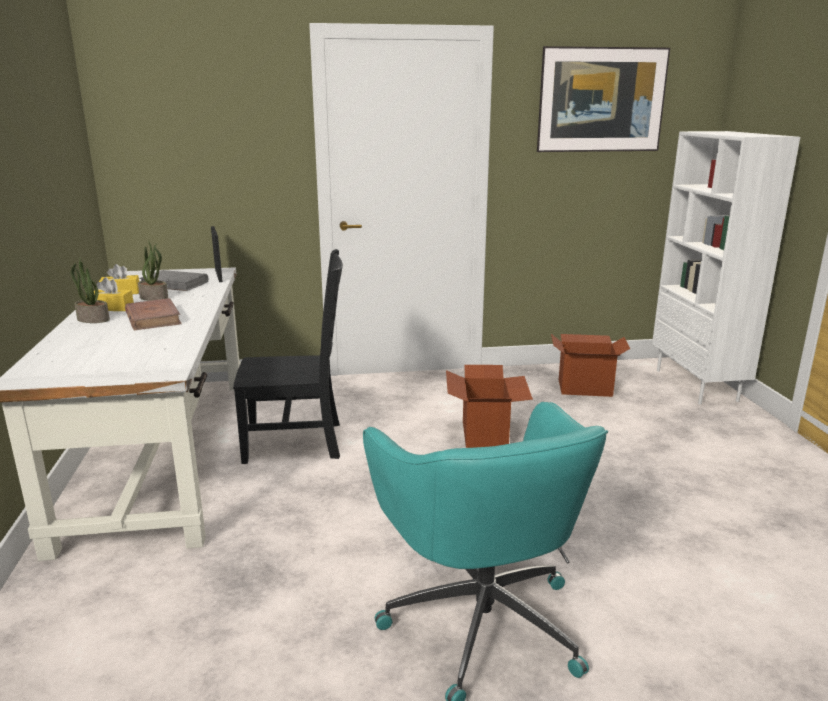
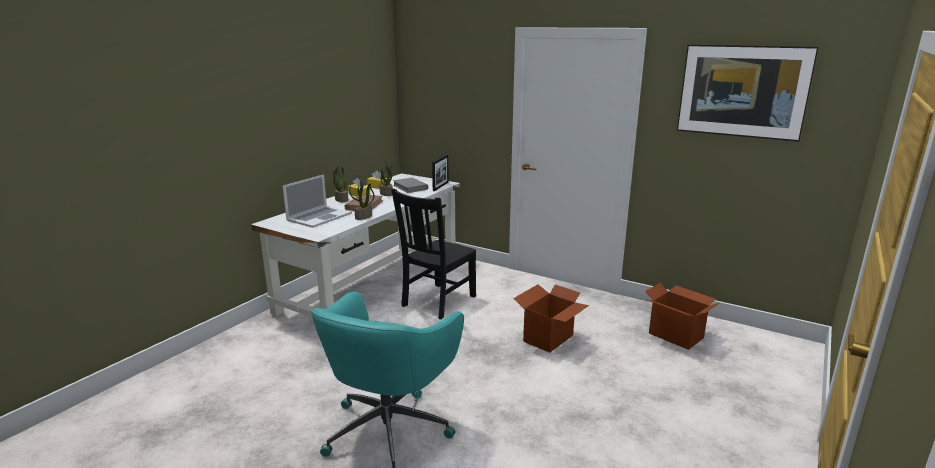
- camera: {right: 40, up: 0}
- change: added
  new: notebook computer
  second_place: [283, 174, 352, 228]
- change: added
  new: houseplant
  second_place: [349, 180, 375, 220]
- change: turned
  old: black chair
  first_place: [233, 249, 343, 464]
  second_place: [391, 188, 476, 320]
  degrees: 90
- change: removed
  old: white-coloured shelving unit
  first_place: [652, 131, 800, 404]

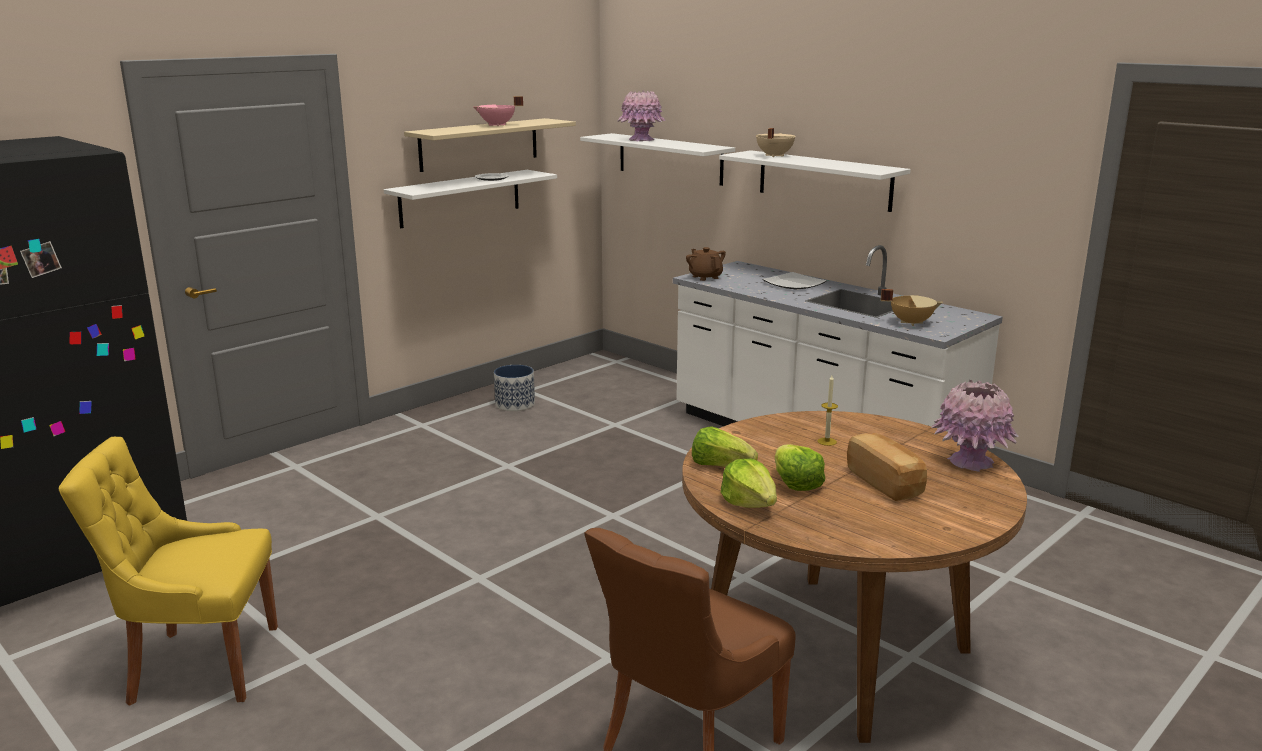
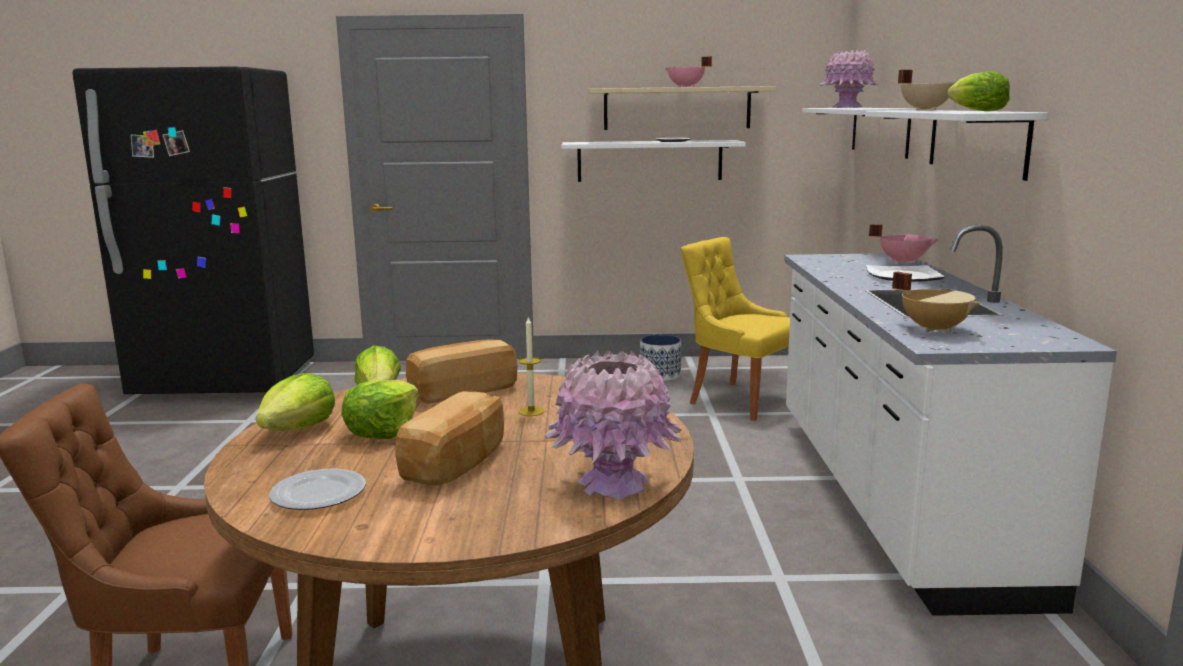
- camera: {right: 45, up: -5}
- change: added
  new: dinner plate
  second_place: [269, 468, 366, 510]
- change: added
  new: baked bread
  second_place: [406, 340, 518, 404]
- change: moved
  old: yellowish chair
  first_place: [59, 437, 278, 705]
  second_place: [681, 237, 790, 421]
- change: added
  new: pink-coloured cooking pot
  second_place: [869, 224, 938, 264]
- change: added
  new: head of lettuce
  second_place: [947, 71, 1010, 111]
- change: removed
  old: brown teapot
  first_place: [686, 247, 726, 281]

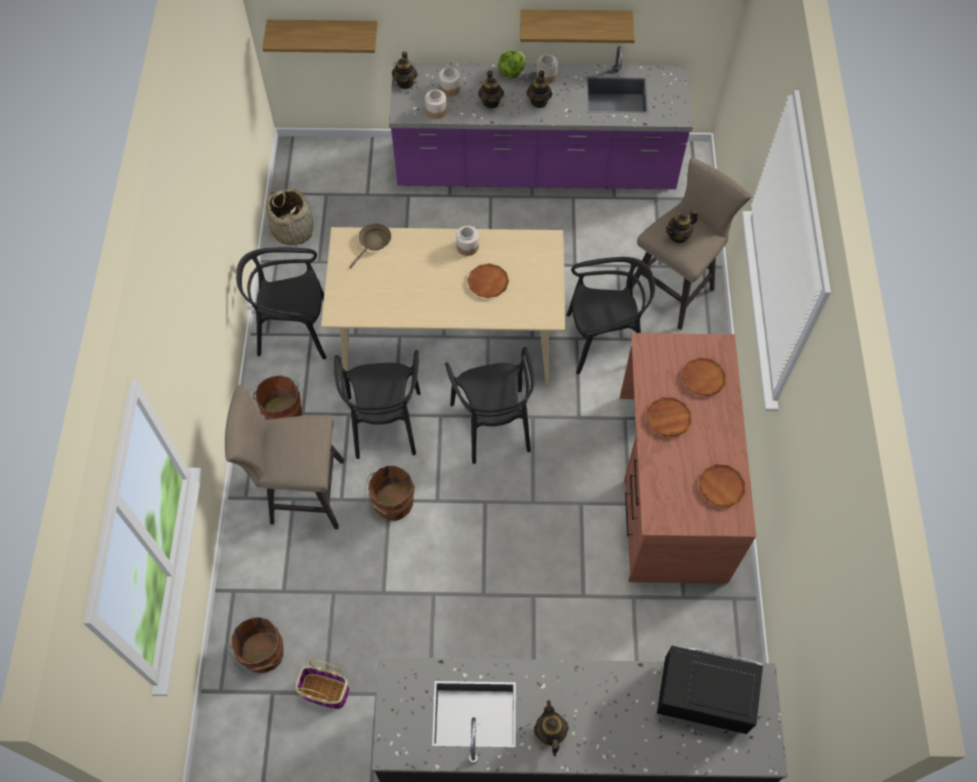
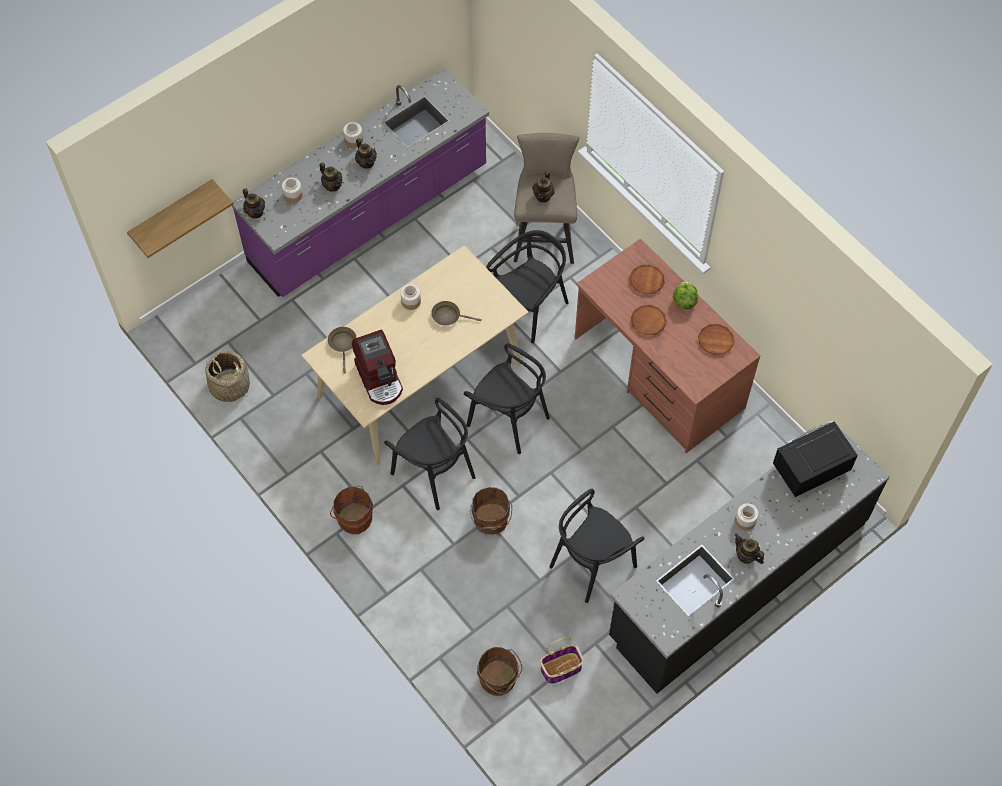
- camera: {right: -40, up: 0}
- change: added
  new: coffee maker
  second_place: [352, 330, 403, 405]
- change: replaced
  old: brown dinner plate
  new: brown skillet
  first_place: [468, 264, 509, 298]
  second_place: [431, 301, 482, 326]
- change: moved
  old: black chair
  first_place: [236, 247, 327, 359]
  second_place: [550, 489, 645, 603]
- change: moved
  old: head of lettuce
  first_place: [498, 51, 525, 78]
  second_place: [673, 281, 698, 309]
- change: moved
  old: preserve jar
  first_place: [425, 89, 447, 119]
  second_place: [735, 503, 759, 530]
- change: removed
  old: sand-coloured stool seat
  first_place: [225, 385, 344, 529]
- change: removed
  old: bracket shelf
  first_place: [520, 9, 635, 43]

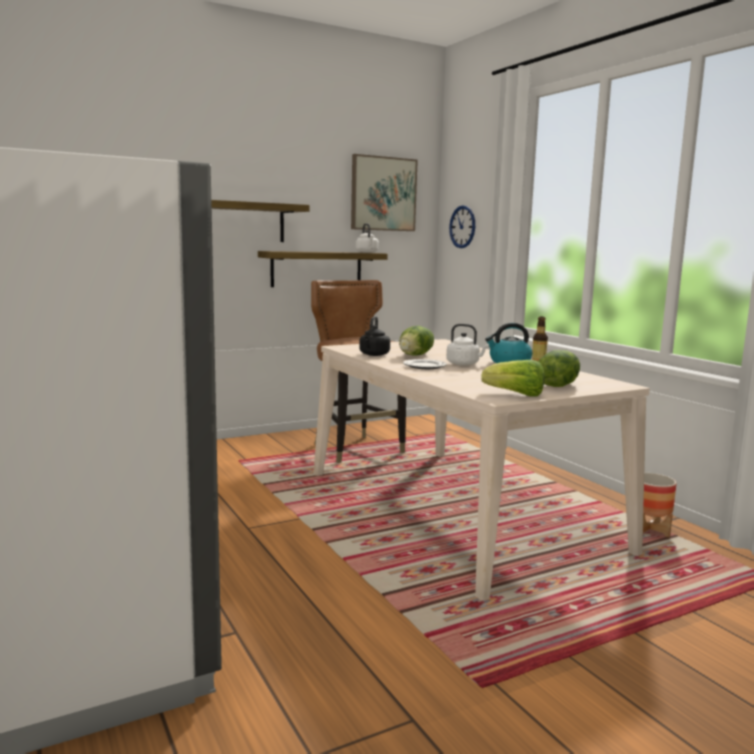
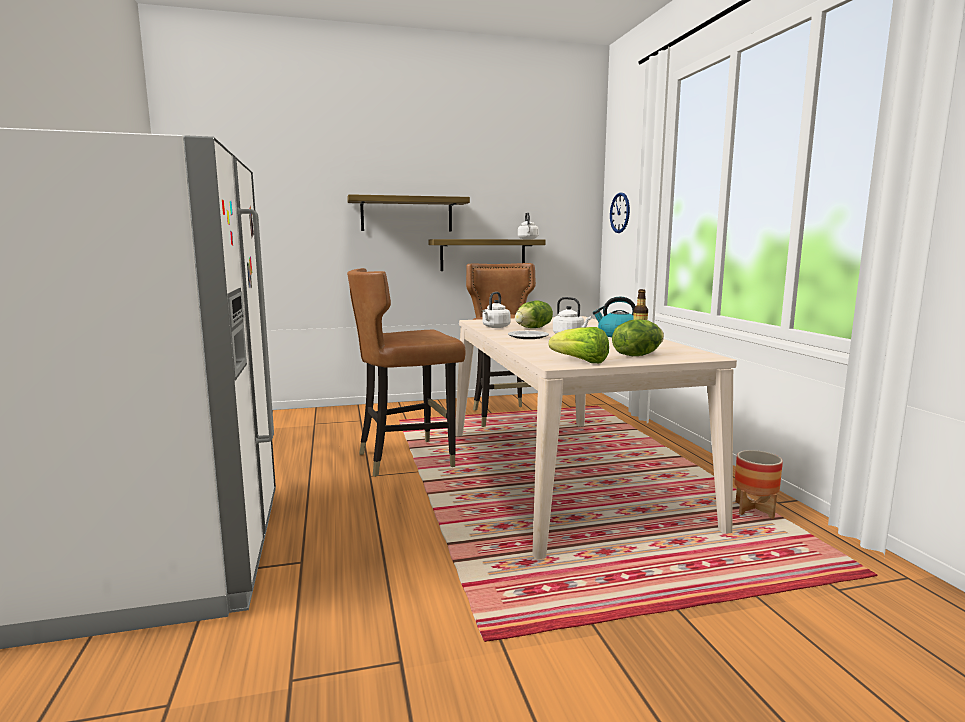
- camera: {right: 15, up: 0}
- change: added
  new: brown chair
  second_place: [347, 268, 466, 477]
- change: recoloured
  old: black kettle
  new: white-coloured kettle
  first_place: [359, 316, 390, 356]
  second_place: [482, 292, 511, 328]
- change: removed
  old: picture
  first_place: [351, 154, 418, 231]

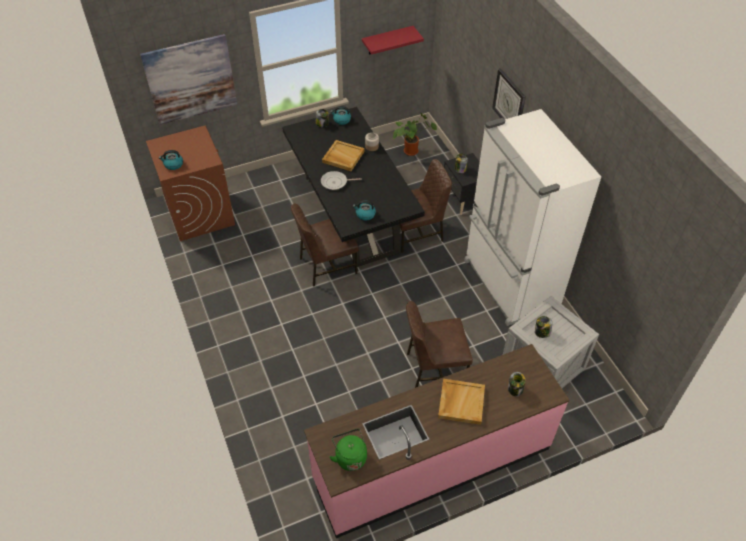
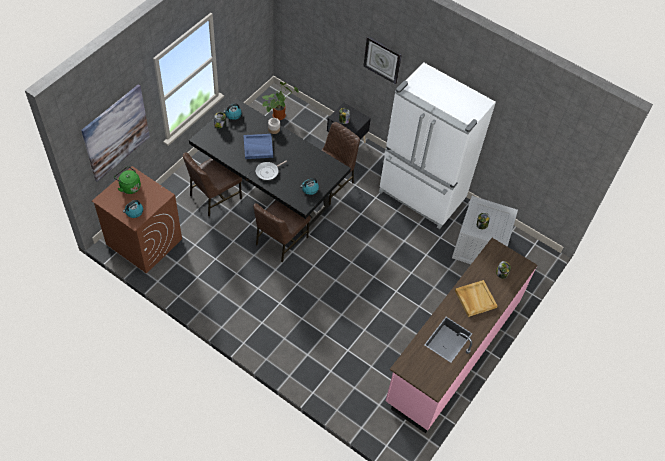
- camera: {right: -35, up: 5}
- change: moved
  old: greenish kettle
  first_place: [330, 429, 367, 471]
  second_place: [114, 166, 141, 194]
- change: moved
  old: brown chair
  first_place: [406, 301, 473, 388]
  second_place: [183, 152, 242, 216]
- change: recoloured
  old: sand-coloured carrying tray
  new: bluish carrying tray
  first_place: [322, 140, 364, 171]
  second_place: [243, 134, 273, 159]
- change: removed
  old: reddish bracket shelf
  first_place: [362, 26, 424, 55]

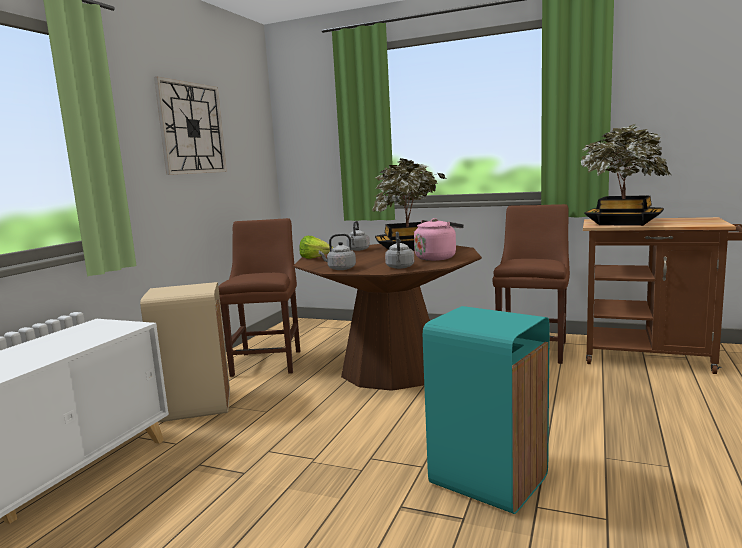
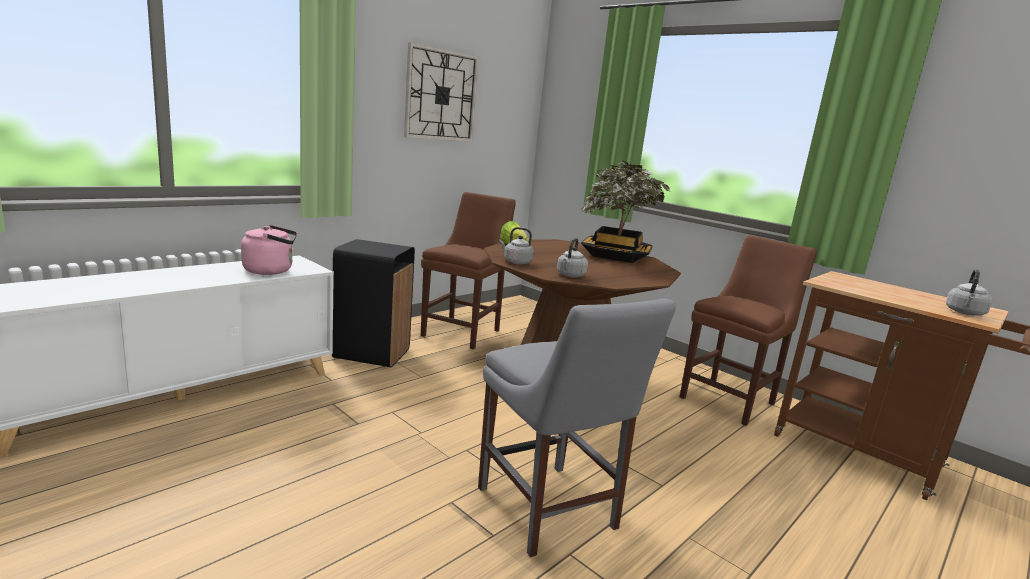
- camera: {right: 20, up: 5}
- change: moved
  old: pink-coloured kettle
  first_place: [414, 218, 464, 261]
  second_place: [241, 225, 297, 275]
- change: recoloured
  old: sand-coloured trash can
  new: black trash can
  first_place: [140, 282, 230, 422]
  second_place: [332, 239, 415, 367]
- change: replaced
  old: turquoise-coloured trash can
  new: grey chair
  first_place: [423, 306, 550, 514]
  second_place: [478, 299, 676, 557]
- change: moved
  old: grey kettle
  first_place: [346, 221, 370, 251]
  second_place: [946, 269, 993, 315]
- change: removed
  old: houseplant
  first_place: [581, 124, 671, 226]

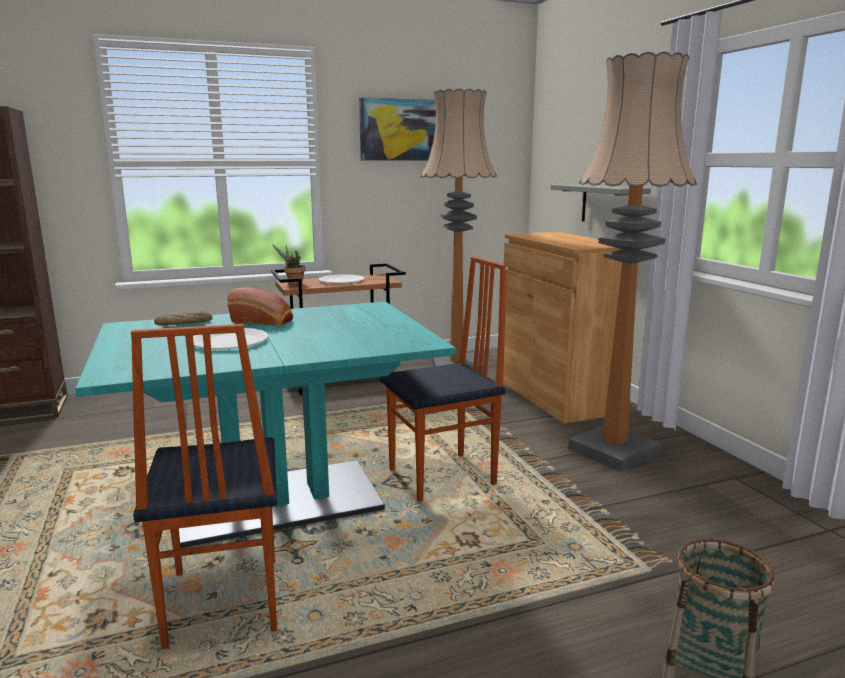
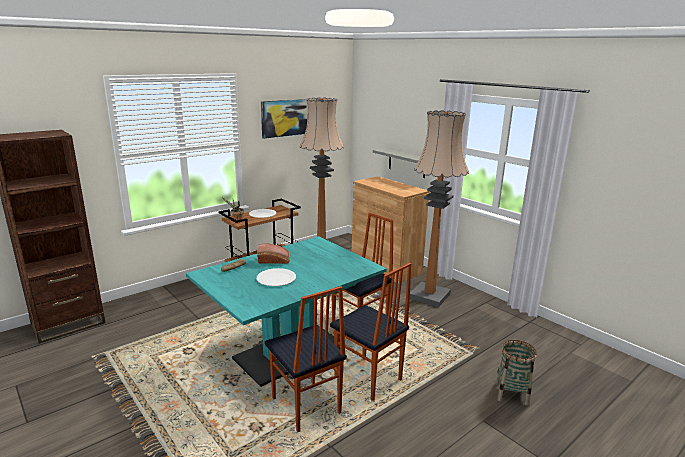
- camera: {right: -20, up: 5}
- change: added
  new: chair
  second_place: [330, 263, 411, 401]

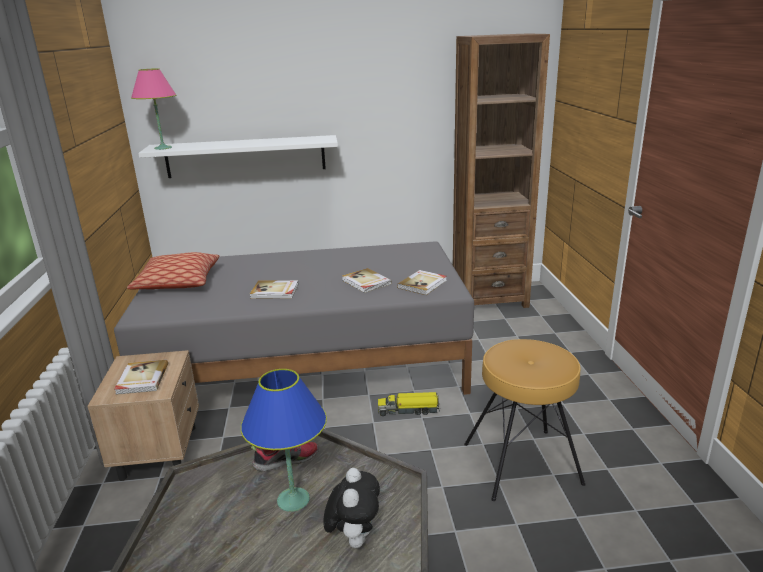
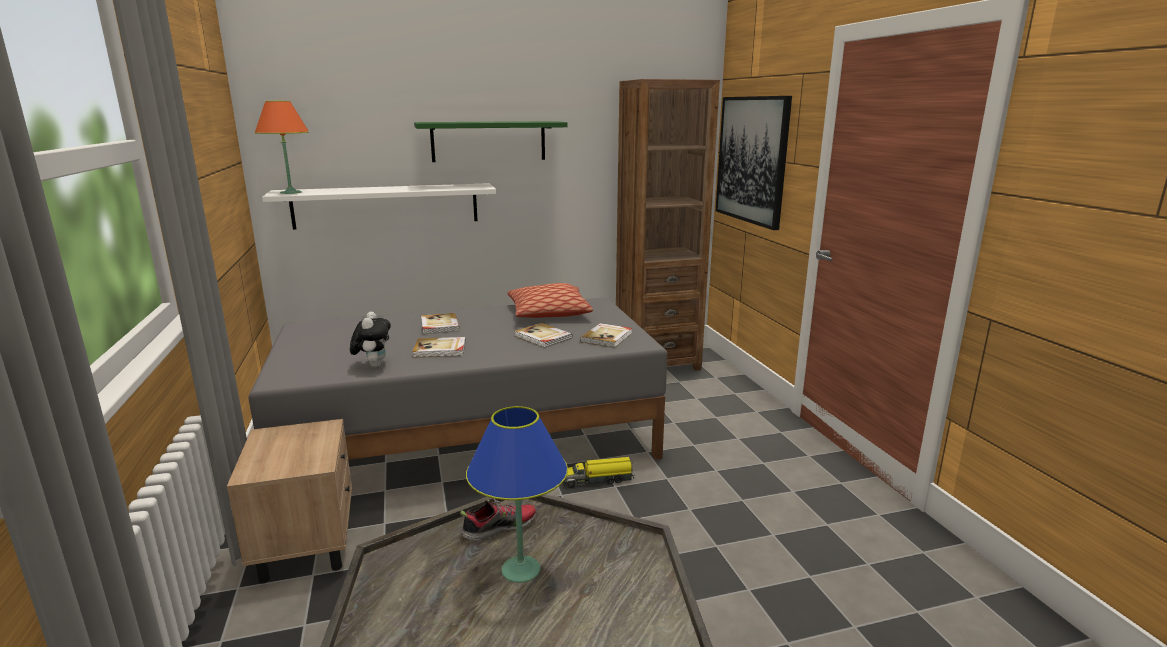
- camera: {right: -10, up: -5}
- change: recoloured
  old: pink-coloured tabletop lamp
  new: orange-coloured tabletop lamp
  first_place: [131, 68, 176, 150]
  second_place: [254, 101, 309, 194]
- change: moved
  old: soft toy
  first_place: [323, 468, 380, 548]
  second_place: [350, 311, 391, 368]
- change: added
  new: greenish bracket shelf
  second_place: [414, 121, 568, 162]
- change: moved
  old: book
  first_place: [114, 360, 168, 395]
  second_place: [421, 313, 460, 334]
- change: moved
  old: throw pillow
  first_place: [127, 252, 219, 289]
  second_place: [508, 283, 593, 318]
- change: added
  new: picture
  second_place: [716, 96, 792, 230]
- change: removed
  old: brown stool seat
  first_place: [464, 339, 585, 501]

